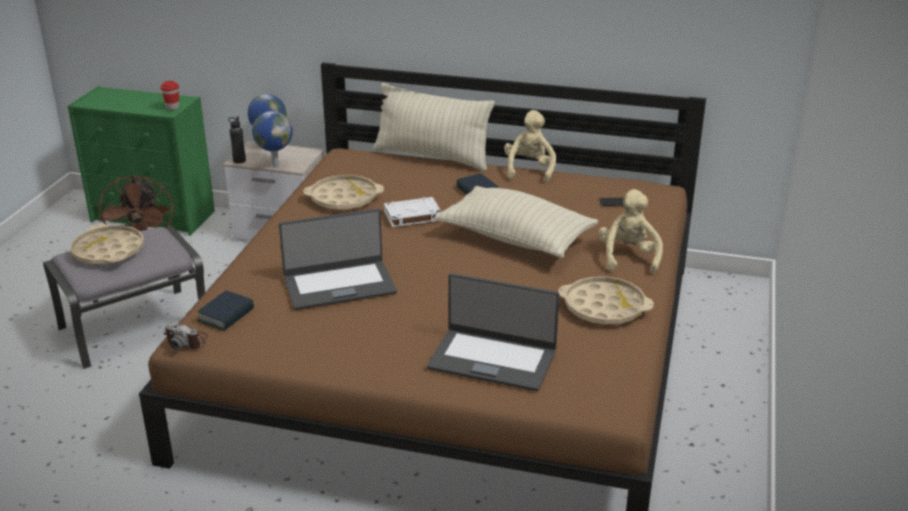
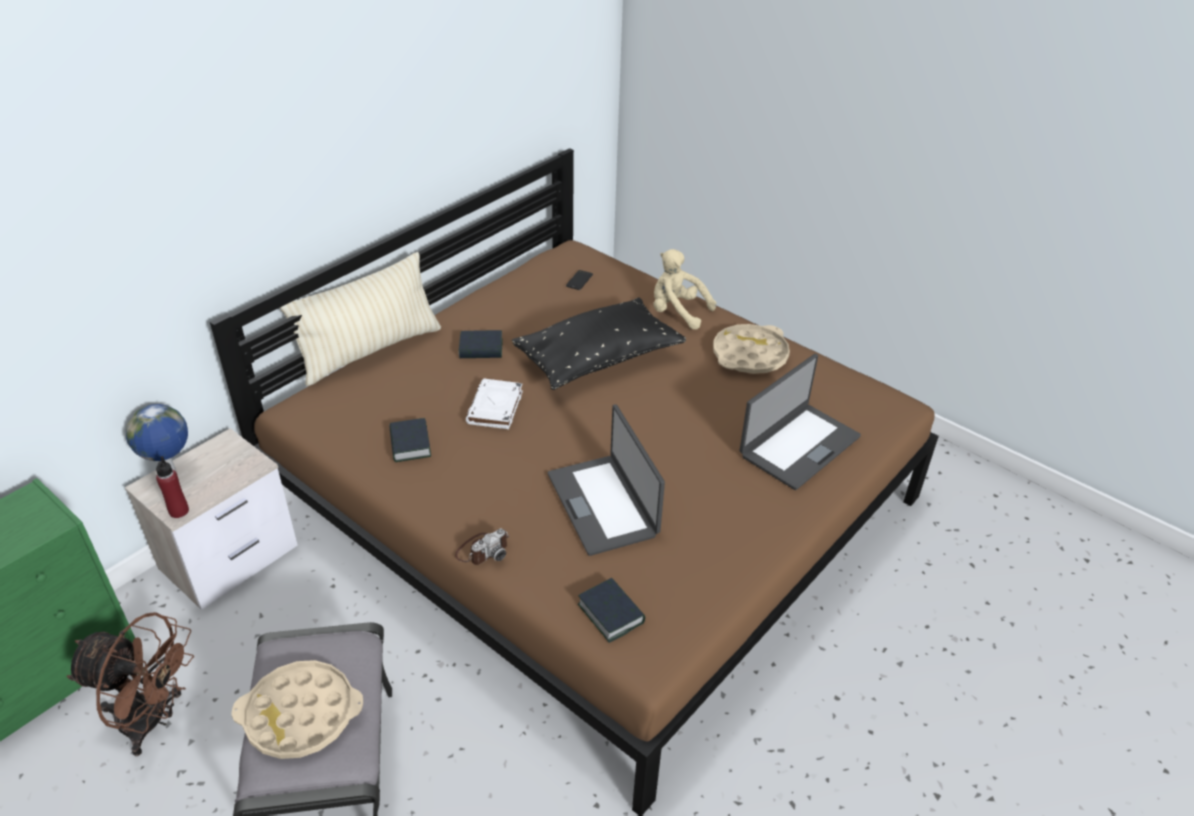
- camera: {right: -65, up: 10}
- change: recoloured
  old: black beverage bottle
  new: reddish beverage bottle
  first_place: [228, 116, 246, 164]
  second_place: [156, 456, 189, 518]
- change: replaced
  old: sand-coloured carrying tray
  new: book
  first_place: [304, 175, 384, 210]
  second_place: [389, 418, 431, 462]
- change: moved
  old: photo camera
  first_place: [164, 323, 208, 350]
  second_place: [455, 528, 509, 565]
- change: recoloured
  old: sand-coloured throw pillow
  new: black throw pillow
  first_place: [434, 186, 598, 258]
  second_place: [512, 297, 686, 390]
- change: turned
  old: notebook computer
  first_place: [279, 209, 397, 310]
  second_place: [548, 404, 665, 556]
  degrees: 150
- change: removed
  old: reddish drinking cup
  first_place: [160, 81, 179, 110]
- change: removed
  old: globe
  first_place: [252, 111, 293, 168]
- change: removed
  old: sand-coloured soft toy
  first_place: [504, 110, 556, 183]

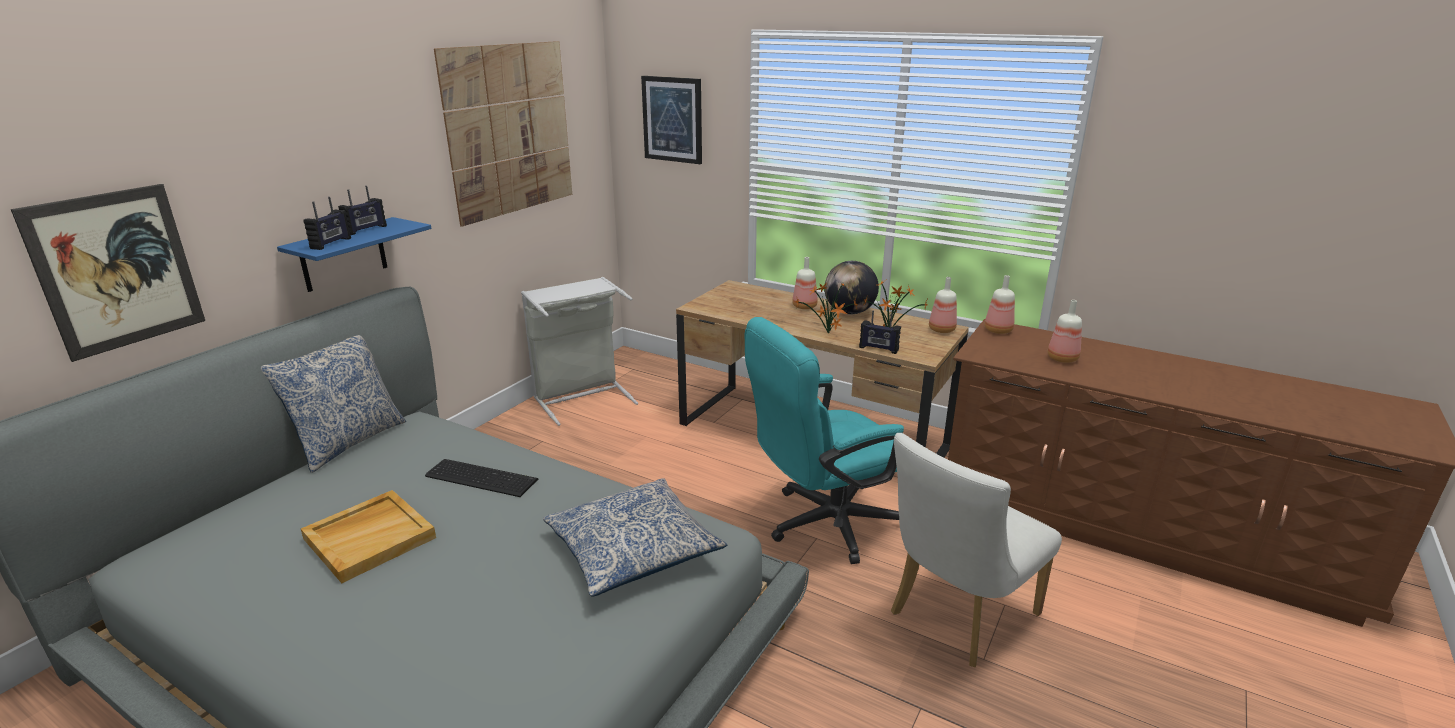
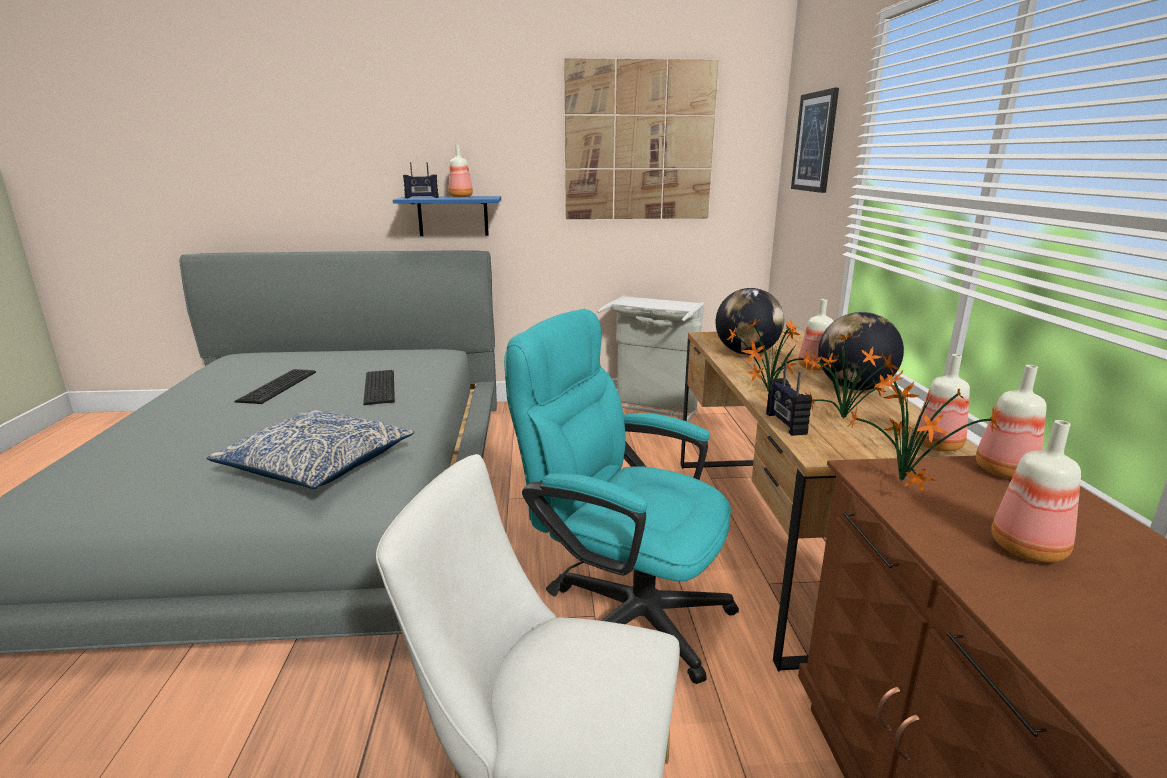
- camera: {right: 55, up: -5}
- change: replaced
  old: sand-coloured carrying tray
  new: computer keyboard
  first_place: [301, 490, 436, 583]
  second_place: [234, 369, 316, 404]
- change: replaced
  old: radio receiver
  new: beverage bottle
  first_place: [338, 186, 387, 235]
  second_place: [448, 145, 473, 197]
- change: added
  new: globe
  second_place: [716, 288, 784, 355]
- change: added
  new: houseplant
  second_place: [847, 369, 1001, 492]
- change: removed
  old: picture
  first_place: [11, 184, 205, 362]
- change: removed
  old: throw pillow
  first_place: [260, 335, 406, 473]

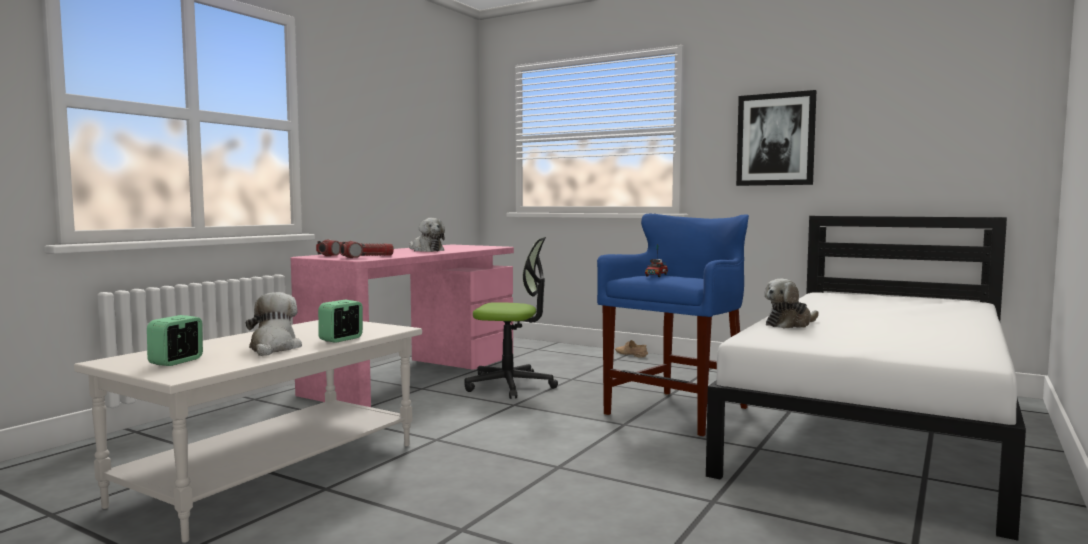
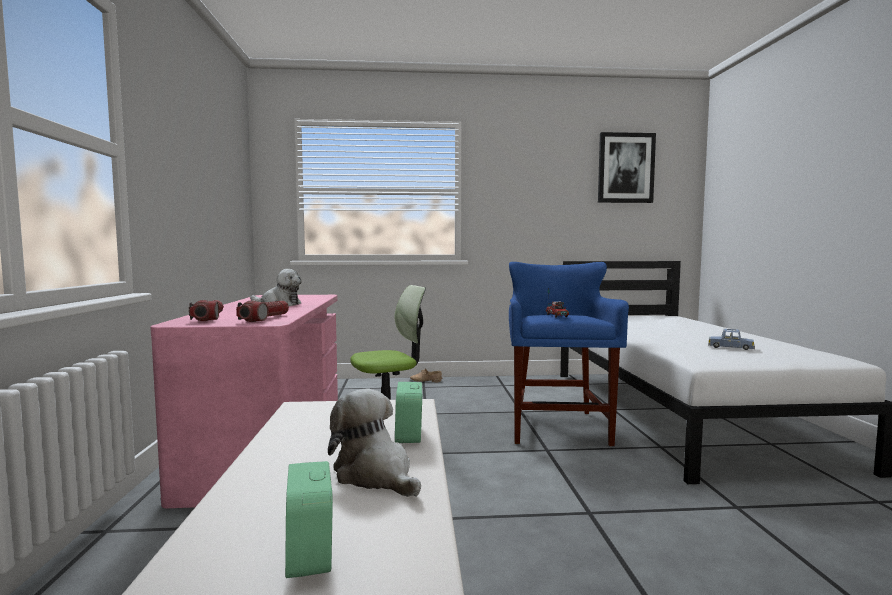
- camera: {right: -35, up: 0}
- change: moved
  old: picture
  first_place: [736, 90, 816, 186]
  second_place: [598, 132, 656, 203]
- change: added
  new: bluish toy car
  second_place: [708, 329, 755, 350]
- change: removed
  old: soft toy
  first_place: [764, 279, 818, 329]

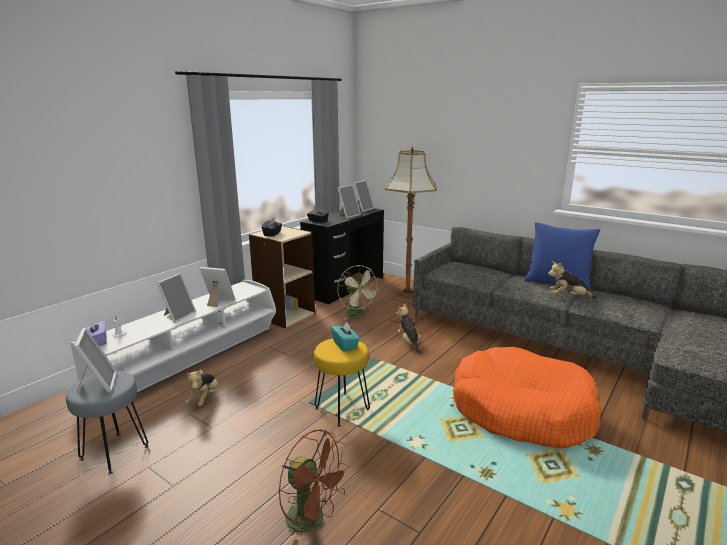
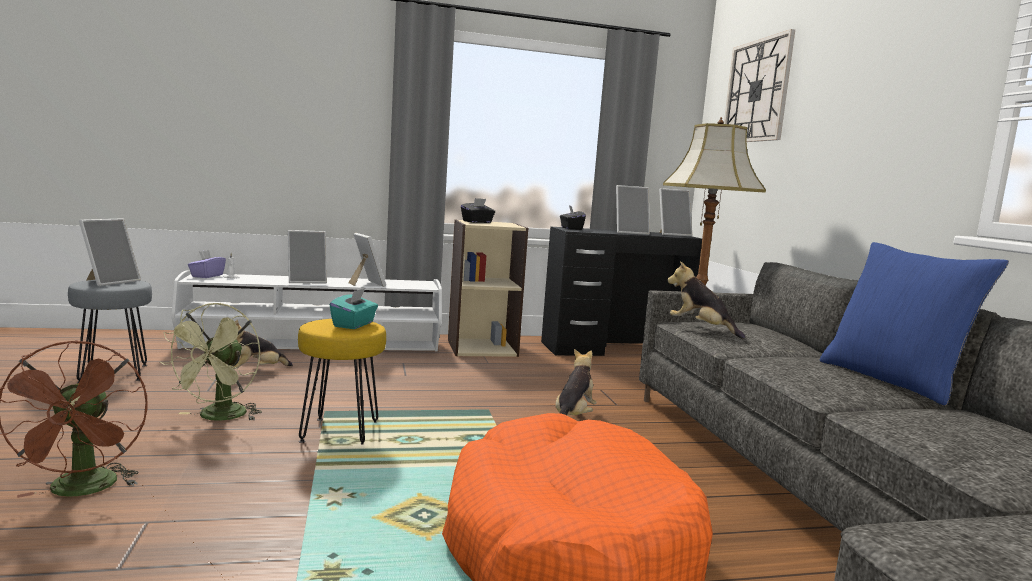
- camera: {right: 40, up: -10}
- change: moved
  old: greenish fan
  first_place: [338, 265, 380, 320]
  second_place: [160, 303, 262, 421]
- change: moved
  old: soft toy
  first_place: [548, 261, 596, 298]
  second_place: [667, 261, 745, 339]
- change: added
  new: hanging clock
  second_place: [724, 29, 795, 142]

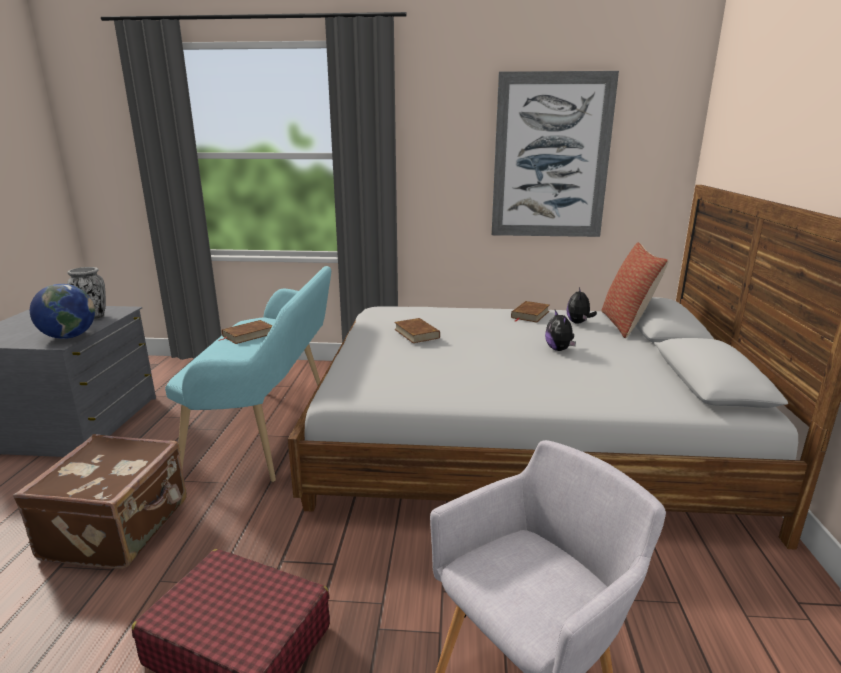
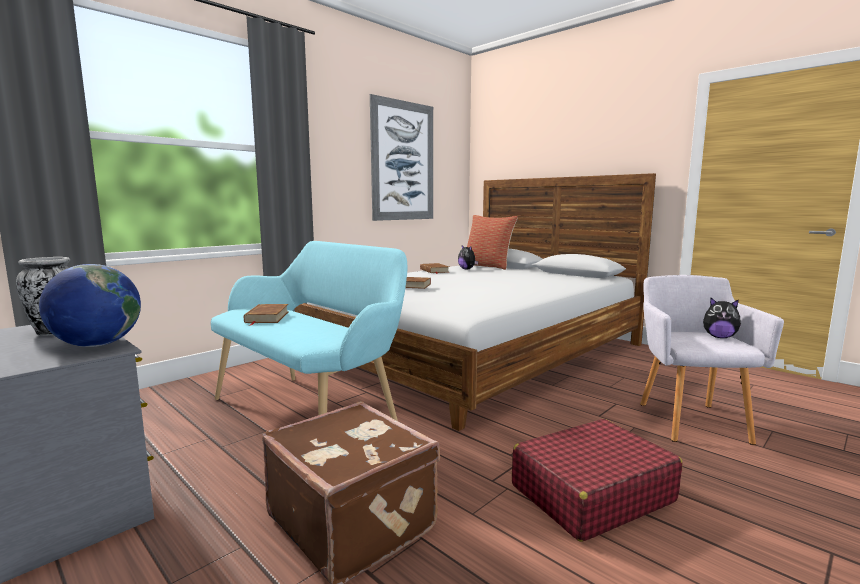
- camera: {right: -50, up: -10}
- change: moved
  old: soft toy
  first_place: [545, 310, 576, 351]
  second_place: [703, 298, 741, 338]

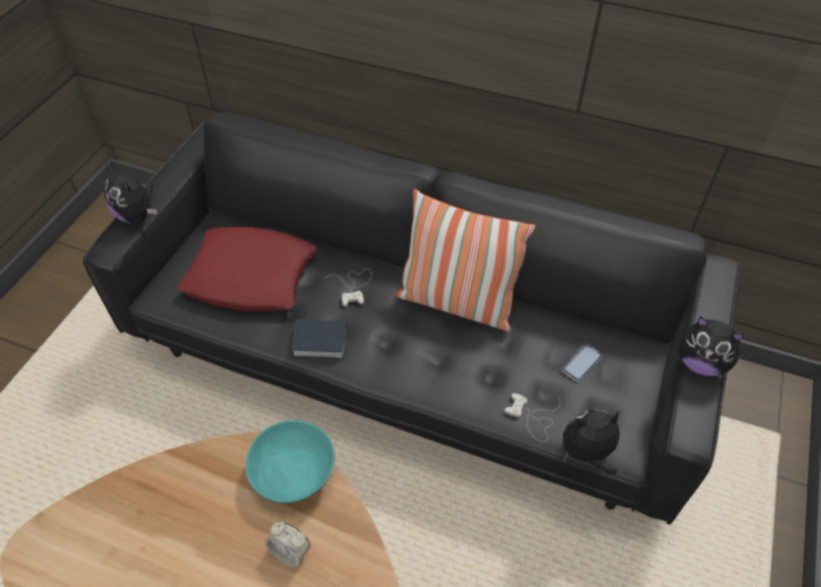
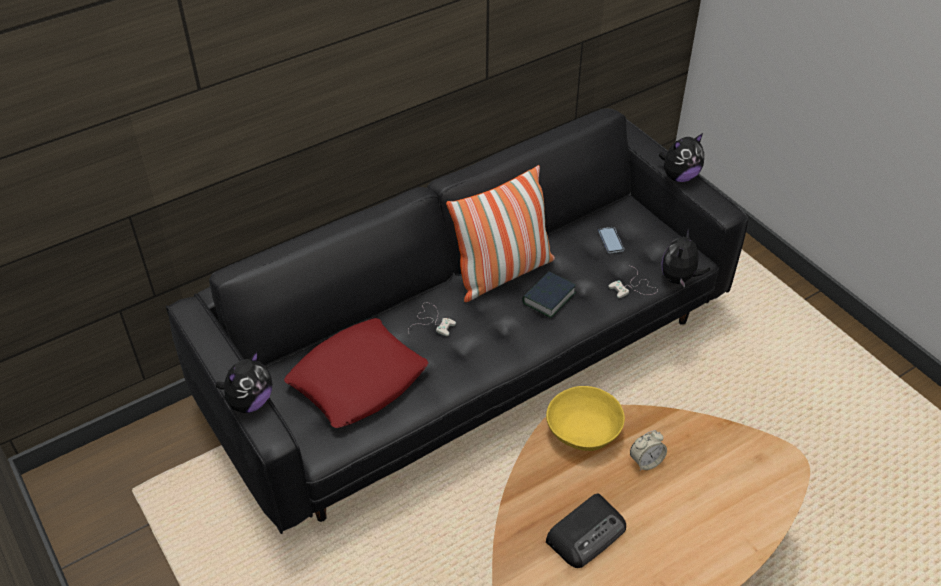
- camera: {right: -55, up: -5}
- change: turned
  old: soft toy
  first_place: [104, 164, 157, 224]
  second_place: [216, 351, 272, 413]
  degrees: -45
- change: moved
  old: book
  first_place: [291, 319, 347, 360]
  second_place: [522, 271, 576, 318]
- change: recoloured
  old: turquoise-coloured serving bowl
  new: yellowish serving bowl
  first_place: [246, 420, 335, 503]
  second_place: [546, 386, 625, 451]
- change: added
  new: radio receiver
  second_place: [546, 494, 626, 568]

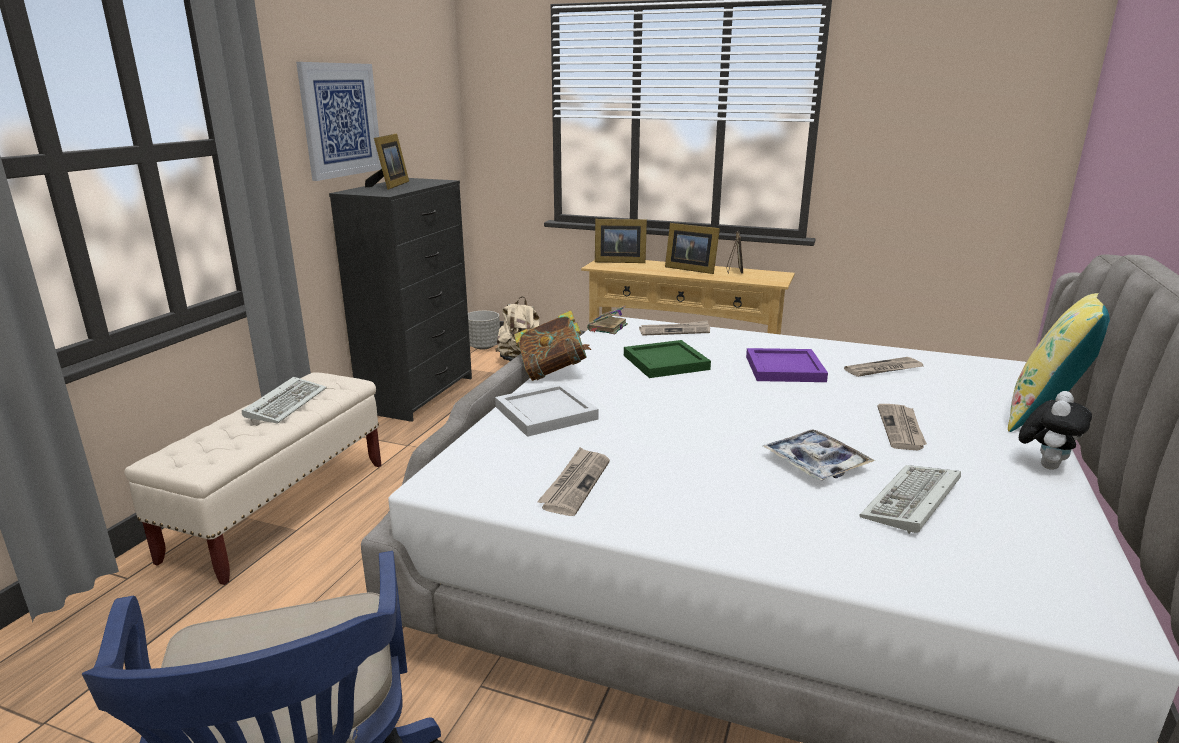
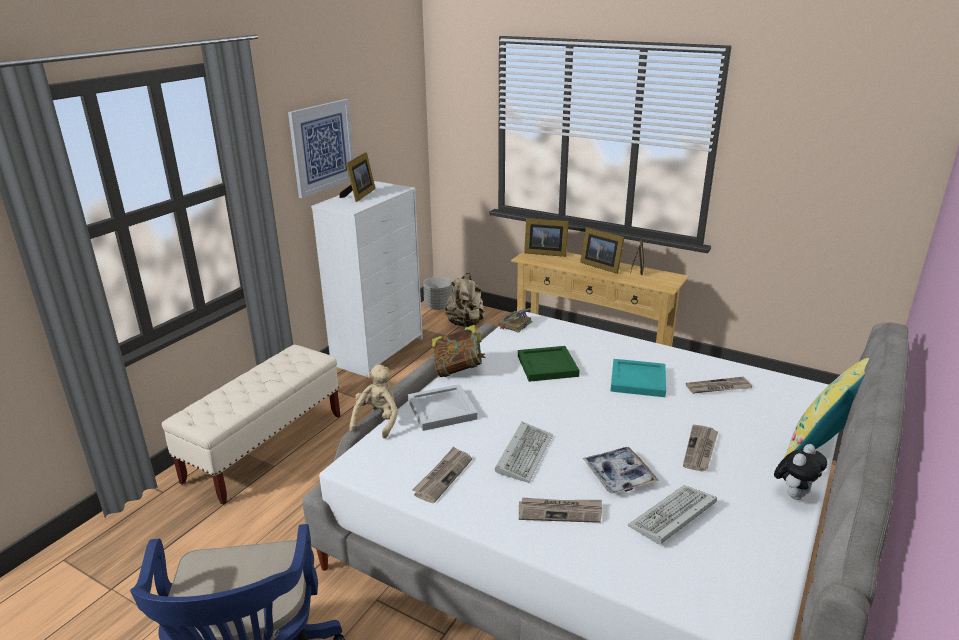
- camera: {right: 10, up: 5}
- change: recoloured
  old: black chest of drawers
  new: white-coloured chest of drawers
  first_place: [329, 178, 472, 422]
  second_place: [311, 181, 423, 377]
- change: added
  new: sand-coloured soft toy
  second_place: [349, 364, 398, 439]
- change: moved
  old: computer keyboard
  first_place: [242, 377, 327, 424]
  second_place: [495, 422, 553, 483]
- change: moved
  old: printed paper
  first_place: [639, 321, 710, 336]
  second_place: [519, 498, 602, 523]
- change: recoloured
  old: purple-coloured carrying tray
  new: turquoise-coloured carrying tray
  first_place: [746, 348, 828, 382]
  second_place: [610, 359, 666, 397]

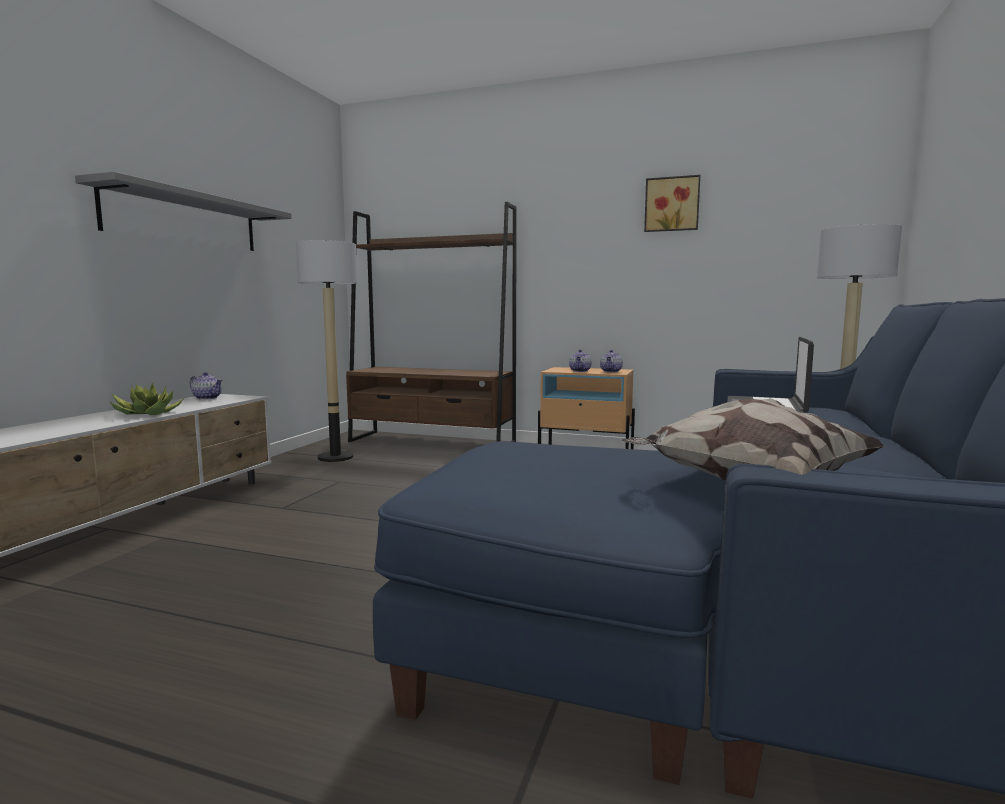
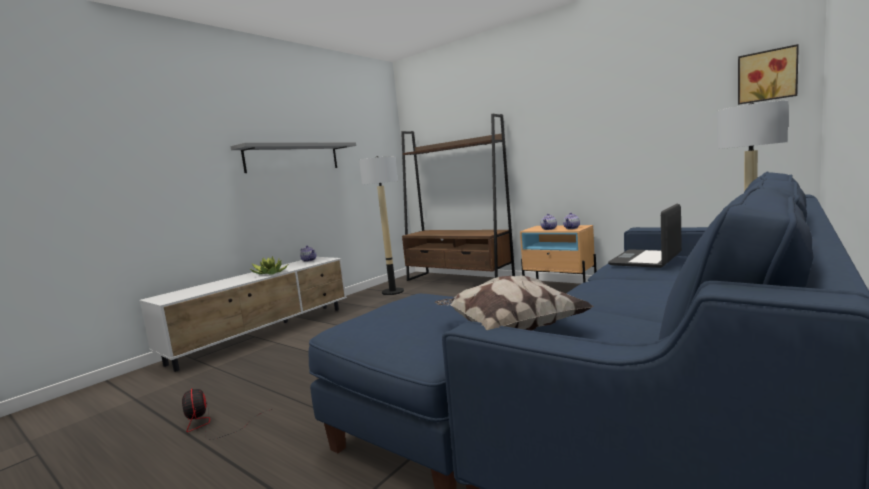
- camera: {right: 20, up: 0}
- change: added
  new: fan
  second_place: [182, 388, 272, 440]
- change: moved
  old: picture
  first_place: [644, 175, 700, 232]
  second_place: [738, 44, 799, 105]

